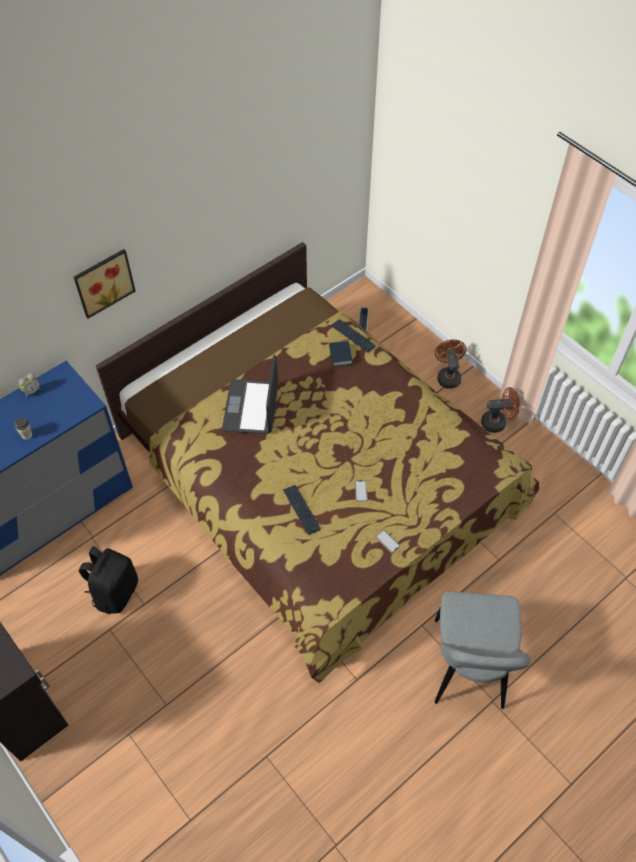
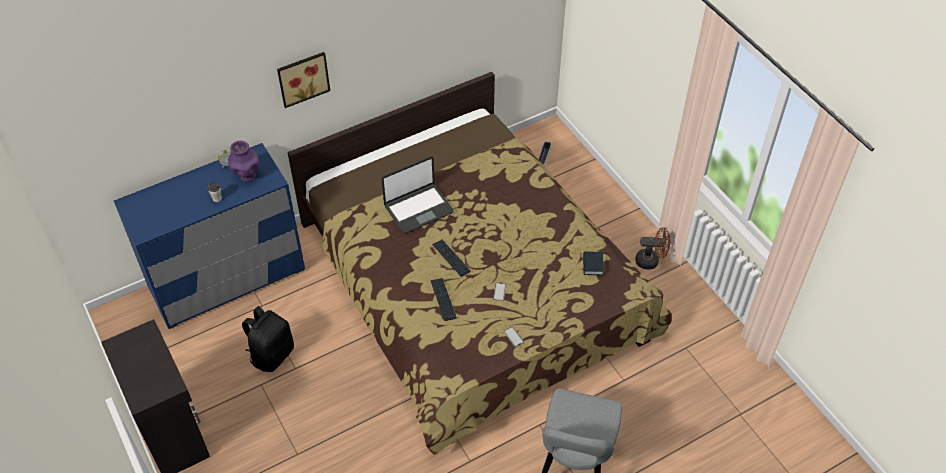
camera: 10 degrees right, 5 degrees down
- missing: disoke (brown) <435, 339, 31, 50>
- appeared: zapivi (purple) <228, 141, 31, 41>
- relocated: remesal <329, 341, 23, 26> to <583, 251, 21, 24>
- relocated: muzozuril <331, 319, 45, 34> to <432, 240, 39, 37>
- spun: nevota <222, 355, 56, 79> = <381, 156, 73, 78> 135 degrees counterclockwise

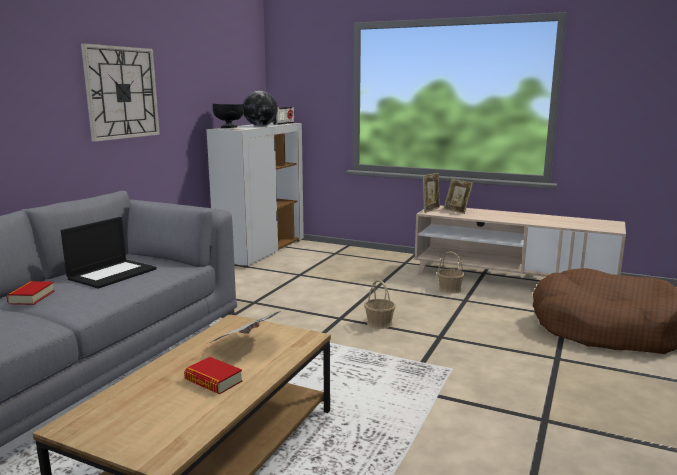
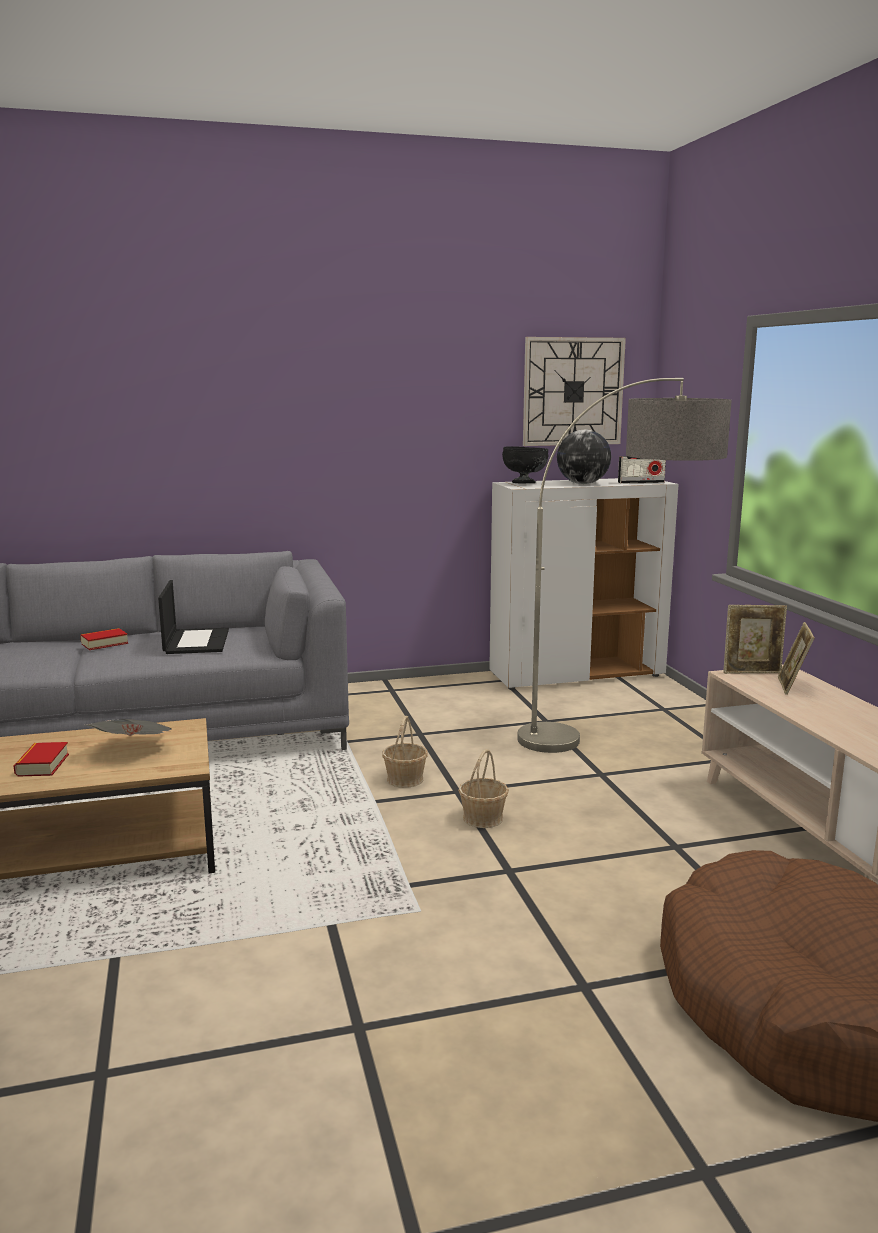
camera: 50 degrees right, 0 degrees up
- appeared: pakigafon <517, 378, 215, 375>
- relocated: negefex <81, 44, 79, 98> to <523, 337, 103, 109>
- relocated: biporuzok <437, 252, 28, 41> to <382, 716, 46, 72>
- spun: nevota <61, 217, 96, 72> = <158, 580, 71, 74> 90 degrees counterclockwise

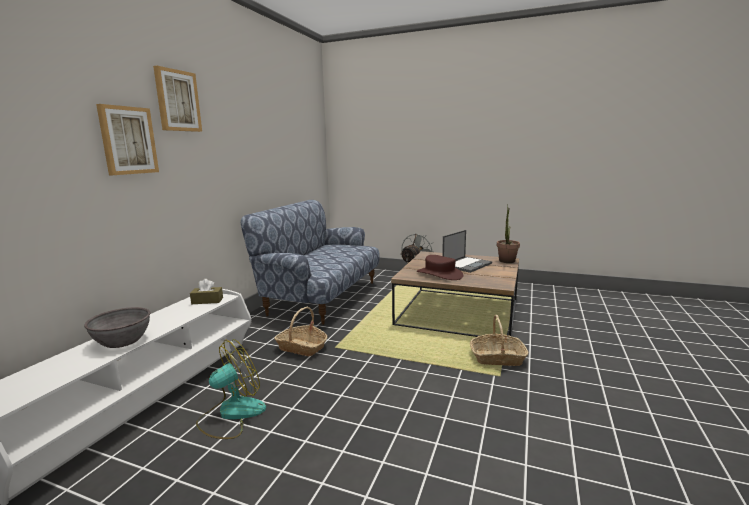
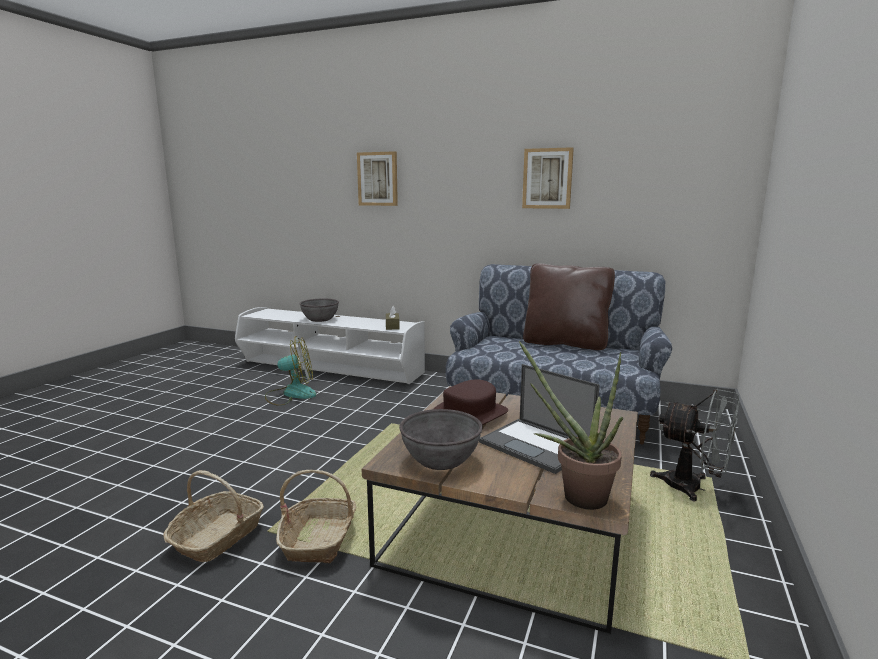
camera: 90 degrees right, 0 degrees up
- appeared: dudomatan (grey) <399, 409, 84, 61>
- appeared: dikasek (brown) <523, 263, 92, 87>
- relocated: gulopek <153, 66, 49, 66> to <522, 147, 52, 62>
- relocated: biporuzok <274, 307, 54, 50> to <163, 470, 101, 92>
- spun: disoke <196, 339, 70, 100> = <265, 336, 51, 70> 60 degrees counterclockwise

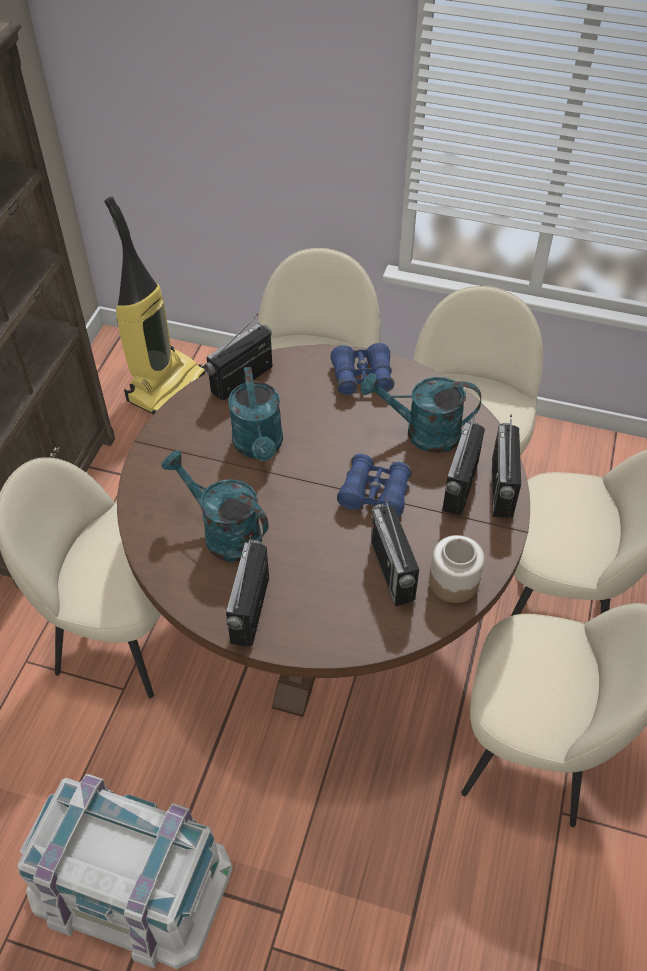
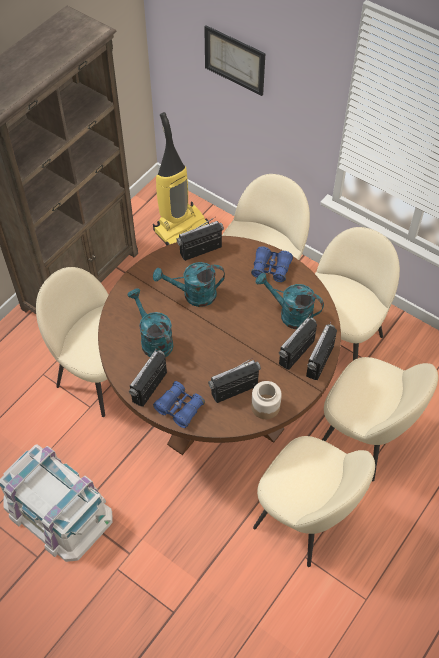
camera: 20 degrees right, 5 degrees up
- appeared: gulopek <204, 25, 61, 71>
- relocated: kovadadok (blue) <337, 454, 75, 63> to <153, 381, 52, 47>
- spun: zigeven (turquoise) <228, 367, 55, 94> = <153, 262, 72, 45> 75 degrees clockwise
- spun: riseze <371, 497, 48, 109> = <208, 358, 53, 45> 60 degrees clockwise

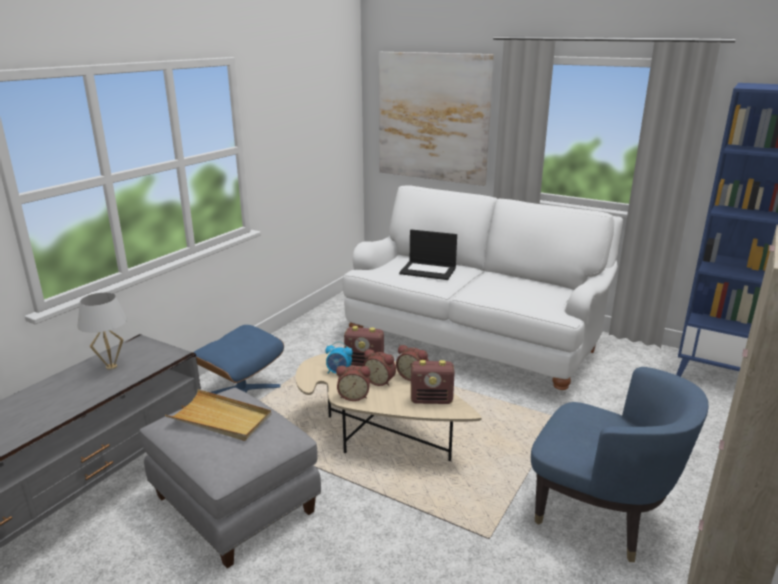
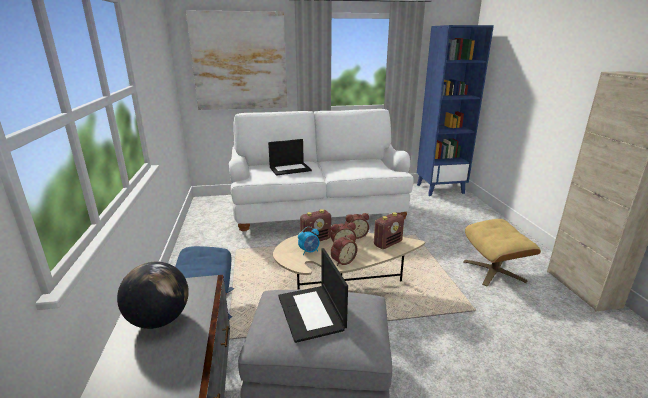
camera: 40 degrees left, 0 degrees up
- exchanged: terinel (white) <77, 293, 50, 77> to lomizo <117, 262, 72, 67>
- exchanged: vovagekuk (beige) <165, 389, 106, 52> to nevota <278, 248, 70, 95>
- exchanged: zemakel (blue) <531, 367, 178, 195> to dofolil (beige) <463, 219, 78, 68>

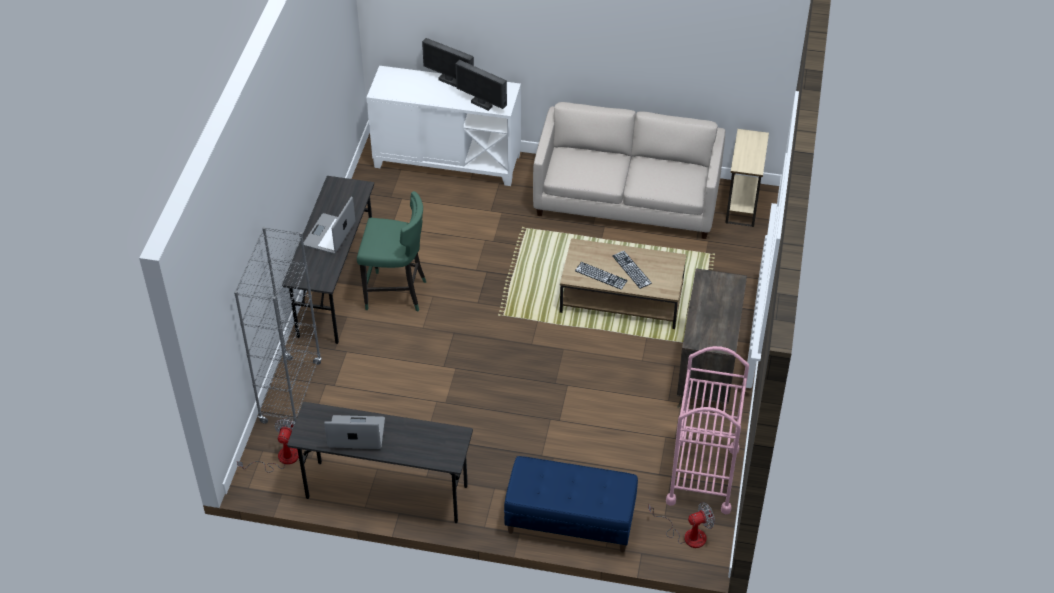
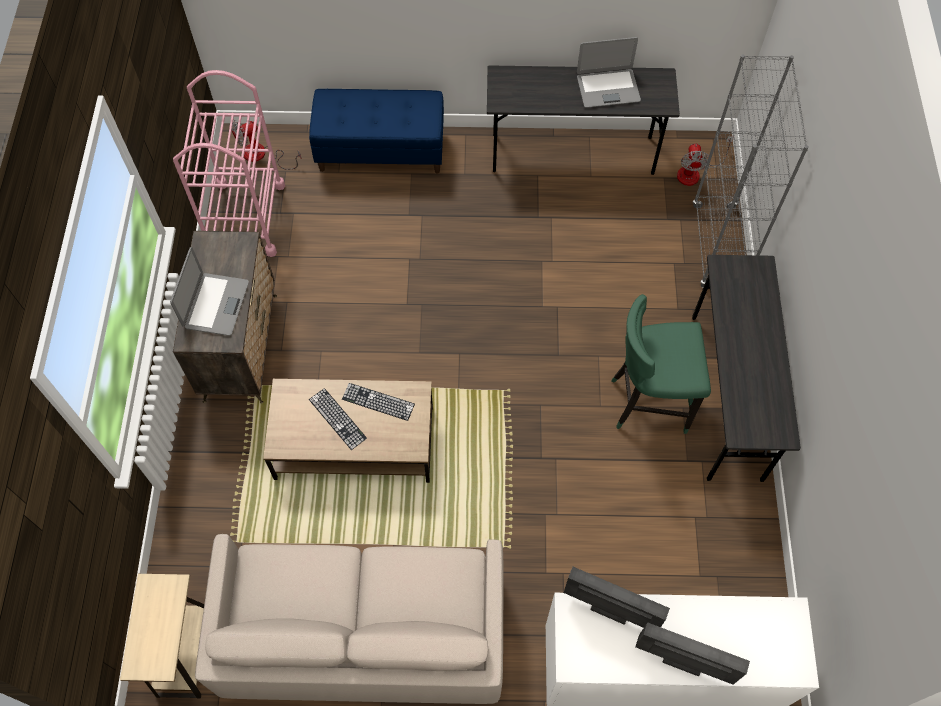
camera: 170 degrees right, 15 degrees up
- relocated: nevota <304, 196, 51, 58> to <170, 247, 79, 89>

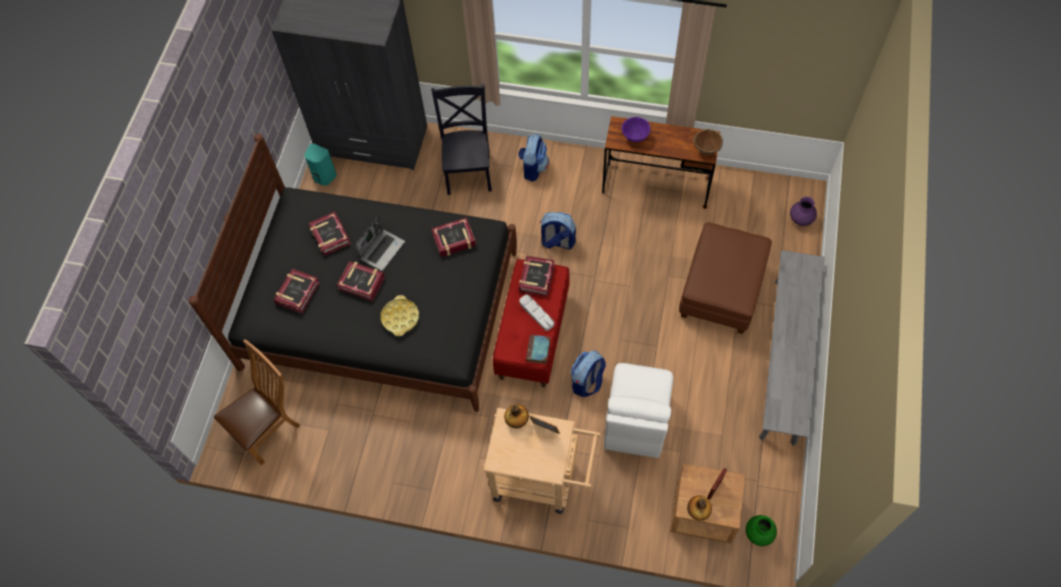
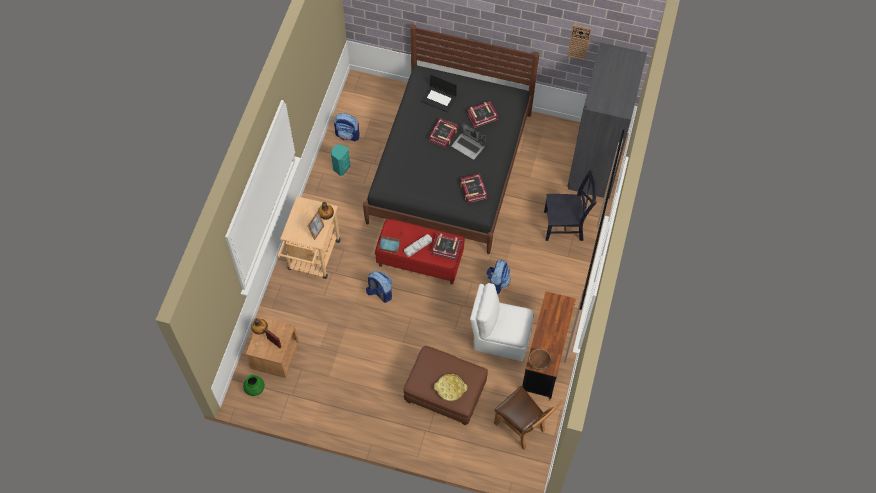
camera: 90 degrees right, 0 degrees up
- missing: dudomatan (purple) <621, 117, 30, 25>
- missing: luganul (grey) <759, 250, 65, 196>
- missing: zapivi (purple) <790, 197, 27, 29>
- appeared: negefex <568, 24, 24, 36>
- relocated: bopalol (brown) <214, 339, 86, 127> to <494, 386, 68, 64>
- relocated: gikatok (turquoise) <304, 143, 33, 43> to <331, 144, 19, 32>
- relocated: vovagekuk (yellow) <381, 295, 38, 41> to <434, 374, 33, 27>
- relocated: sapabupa <518, 134, 31, 48> to <334, 113, 26, 28>
- relocated: bopalol (white) <604, 363, 69, 95> to <470, 283, 63, 78>
- exchanged: remesal <274, 268, 46, 45> to nevota <421, 74, 36, 38>

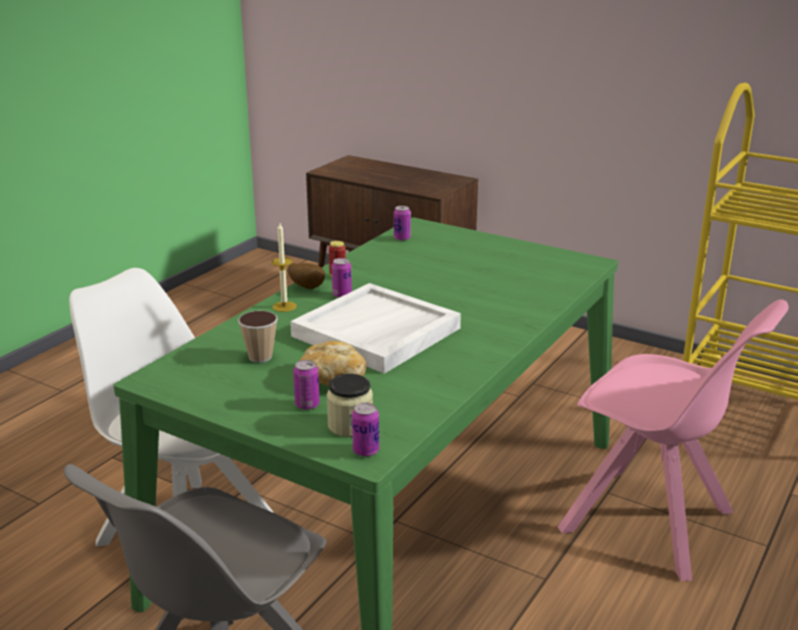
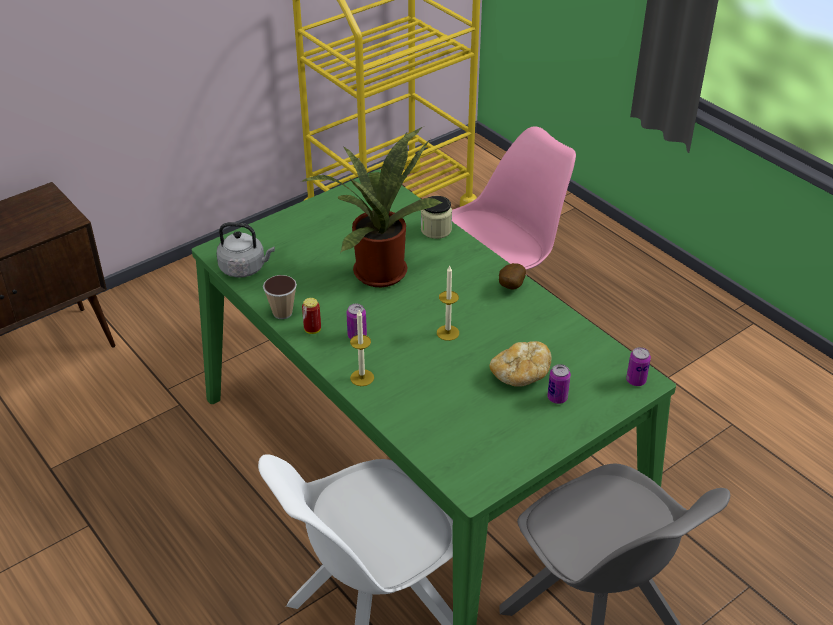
camera: 70 degrees left, 15 degrees up
- appeared: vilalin <303, 127, 141, 160>
- relocated: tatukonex <238, 311, 40, 52> to <263, 275, 34, 44>
- relocated: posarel <288, 263, 37, 26> to <499, 263, 27, 26>
- relocated: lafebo <326, 374, 47, 63> to <421, 196, 31, 43>
- exchanged: vovagekuk (white) <290, 283, 171, 91> to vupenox <437, 266, 22, 75>
- exchanged: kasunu <394, 206, 17, 35> to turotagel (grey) <216, 222, 59, 56>

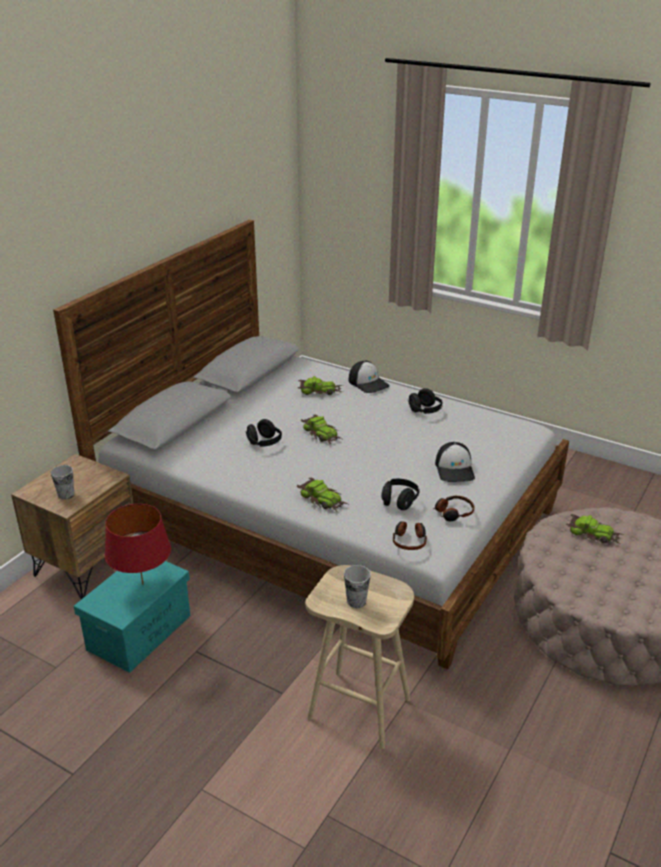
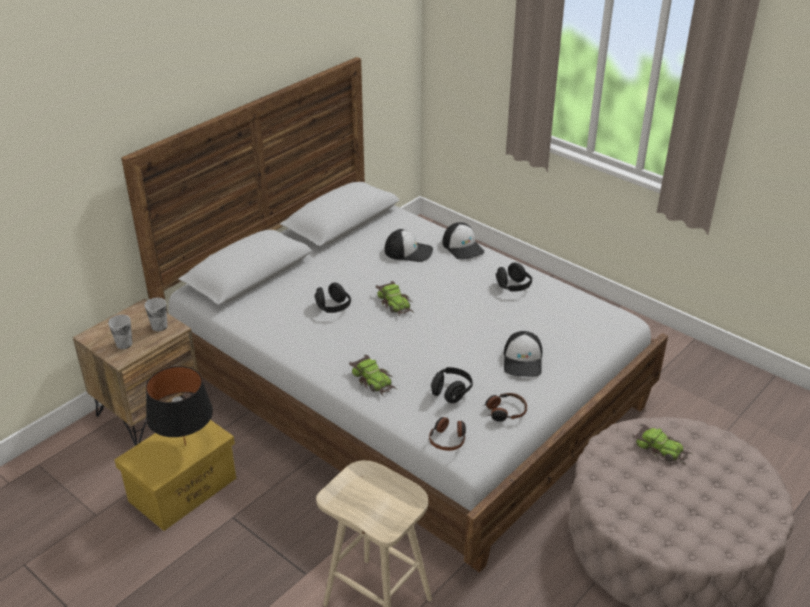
camera: 10 degrees right, 5 degrees up
- relocated: tatukonex <344, 565, 27, 43> to <144, 298, 23, 33>
- exchanged: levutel <298, 376, 45, 19> to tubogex <385, 229, 48, 33>
- colour: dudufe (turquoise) <74, 561, 116, 112> to dudufe (yellow) <115, 420, 121, 111>
- colour: terinel (red) <105, 504, 66, 81> to terinel (black) <146, 366, 67, 80>

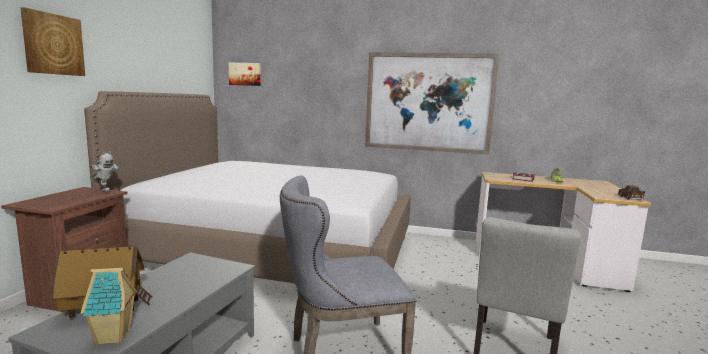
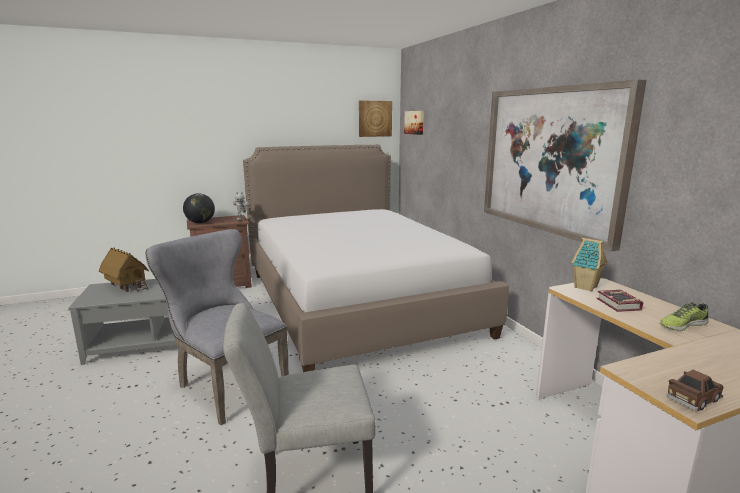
camera: 55 degrees right, 5 degrees up
- appeared: lomizo <183, 193, 32, 30>
- relocated: gulopek <21, 7, 64, 69> to <359, 101, 33, 36>
- relocated: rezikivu <81, 267, 56, 78> to <572, 238, 35, 54>

